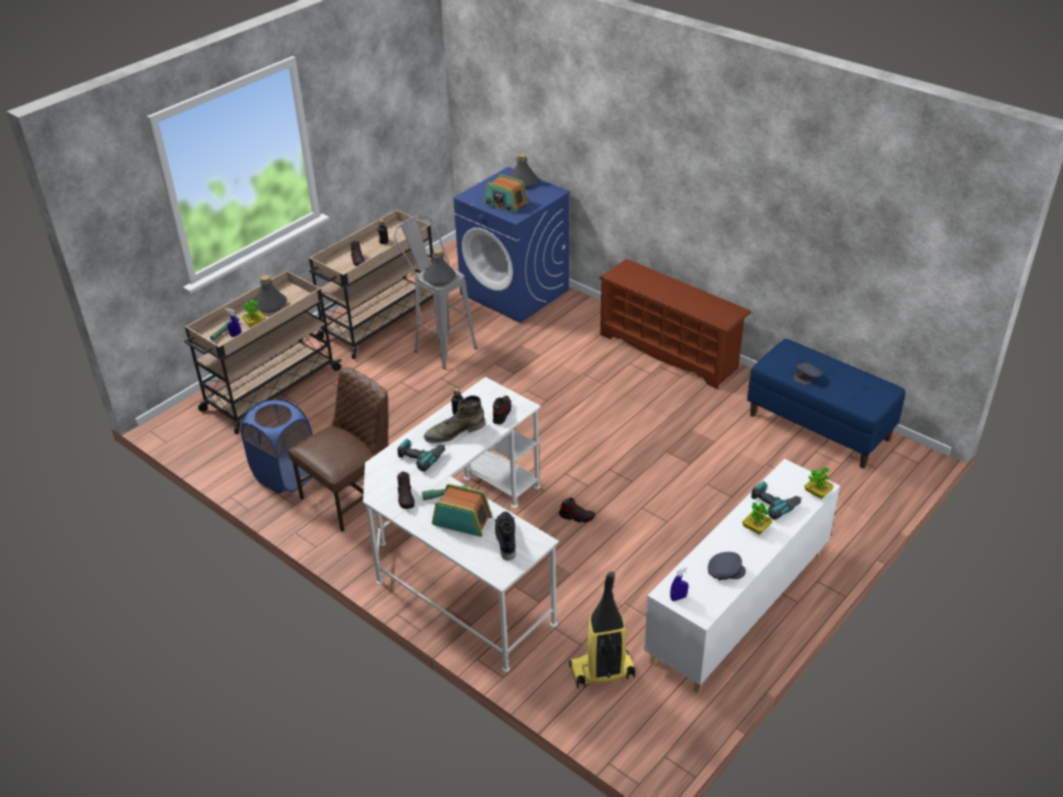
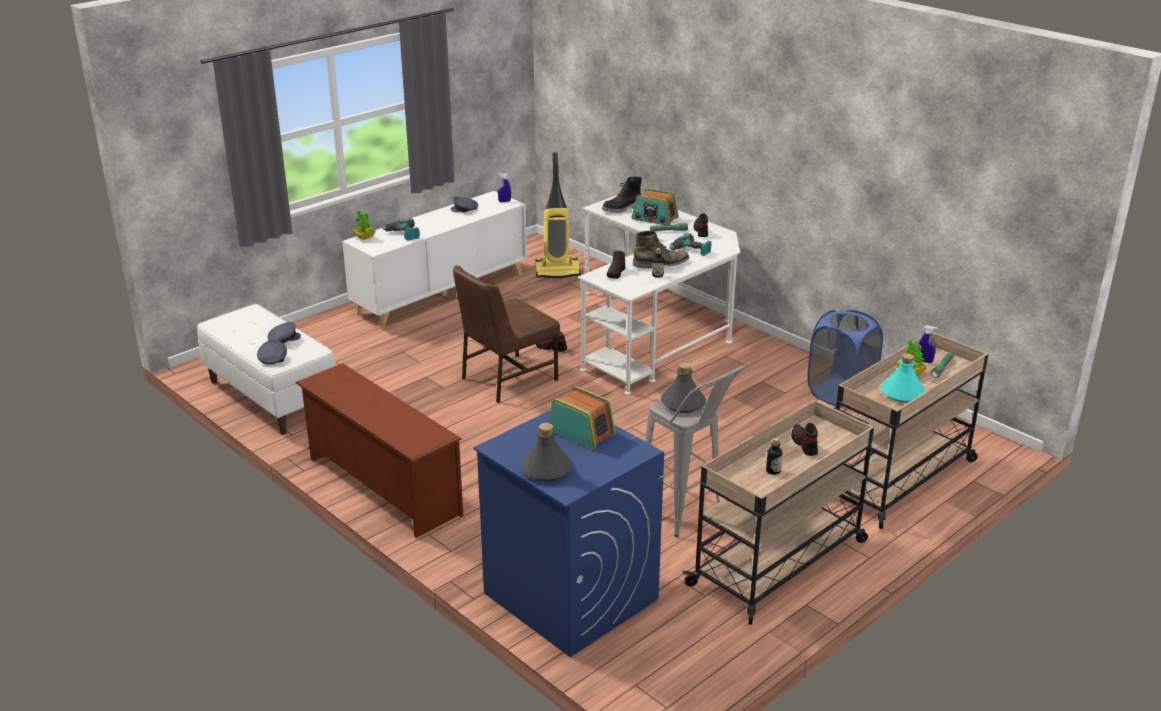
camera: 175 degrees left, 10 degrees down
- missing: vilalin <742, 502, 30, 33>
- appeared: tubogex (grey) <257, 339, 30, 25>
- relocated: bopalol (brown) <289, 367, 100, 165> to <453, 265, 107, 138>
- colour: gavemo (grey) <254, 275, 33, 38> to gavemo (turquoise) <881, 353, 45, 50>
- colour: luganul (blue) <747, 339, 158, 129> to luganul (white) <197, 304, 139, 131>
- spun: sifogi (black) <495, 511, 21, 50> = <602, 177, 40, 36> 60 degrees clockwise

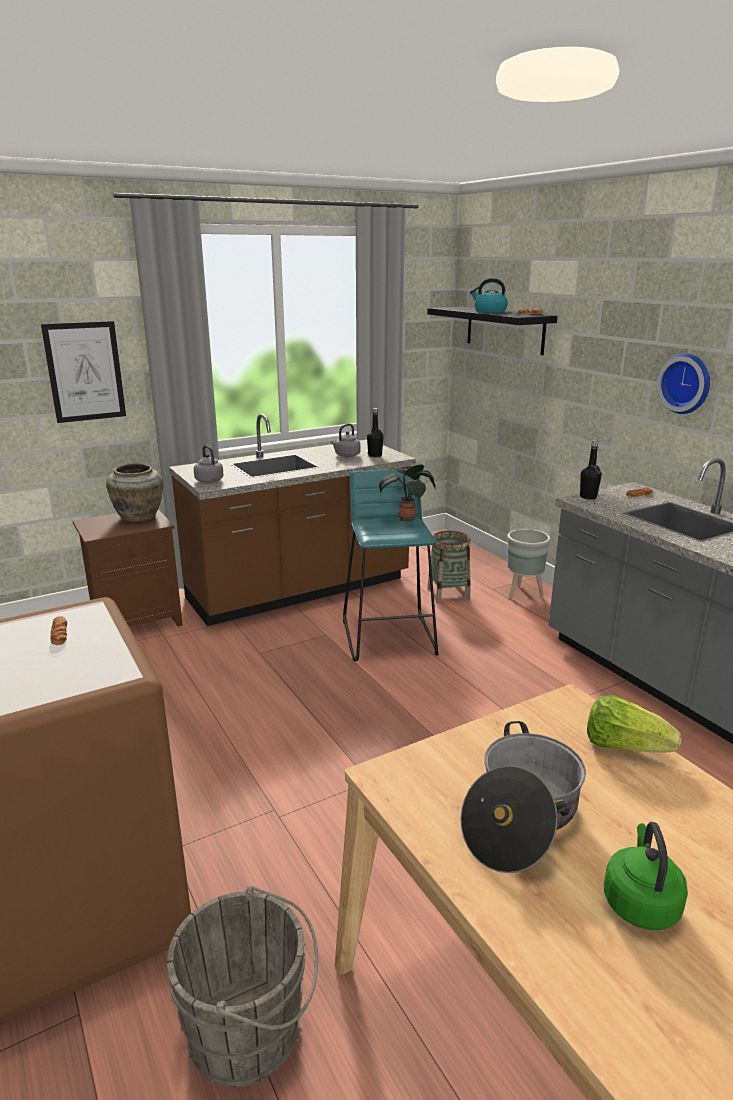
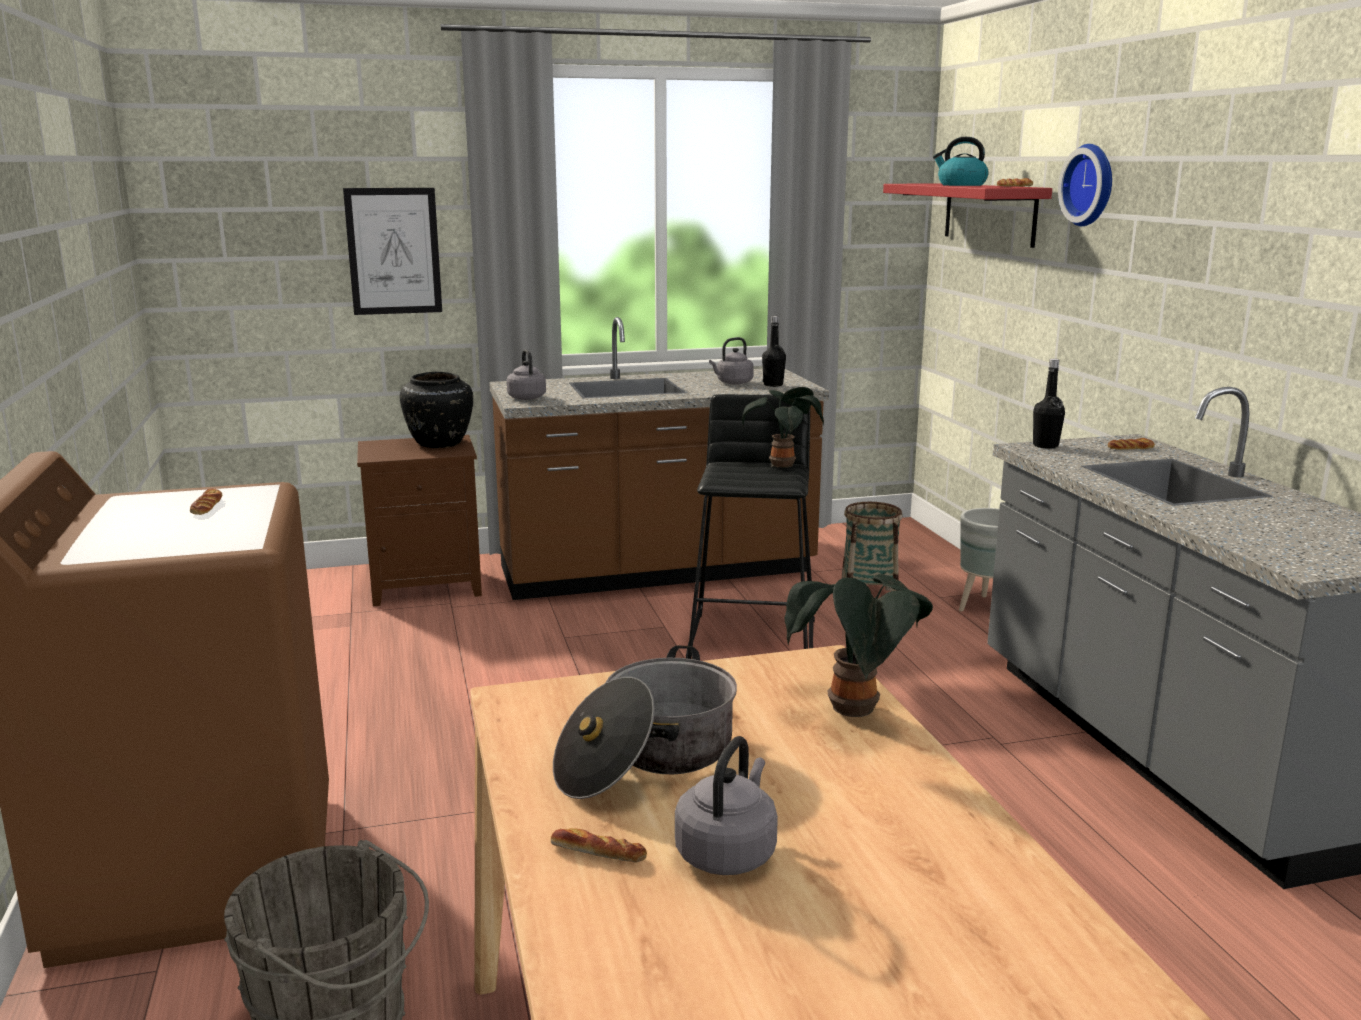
camera: 15 degrees right, 5 degrees down
- appeared: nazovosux <551, 828, 96, 35>
- relocated: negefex <657, 353, 53, 61> to <1058, 144, 54, 82>
- exchanged: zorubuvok <587, 695, 94, 57> to vilalin <785, 574, 148, 143>
- colour: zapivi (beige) <106, 463, 57, 59> to zapivi (black) <400, 372, 73, 76>
- colour: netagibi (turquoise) <343, 469, 96, 193> to netagibi (black) <686, 394, 129, 265>
- colour: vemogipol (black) <427, 307, 131, 48> to vemogipol (red) <883, 183, 169, 65>
- colour: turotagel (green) <604, 822, 84, 108> to turotagel (grey) <675, 736, 103, 139>

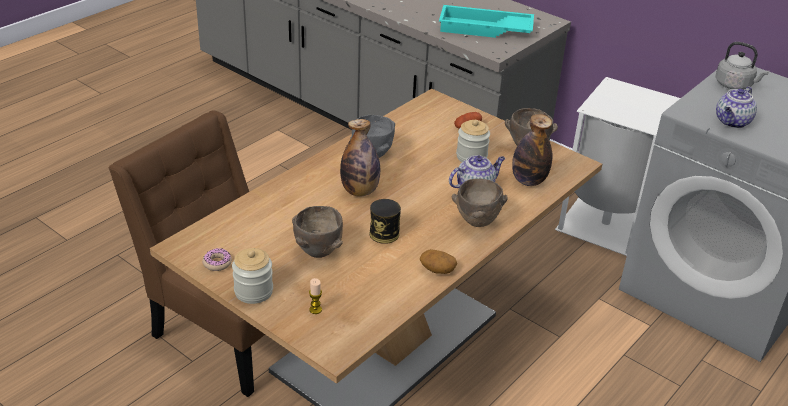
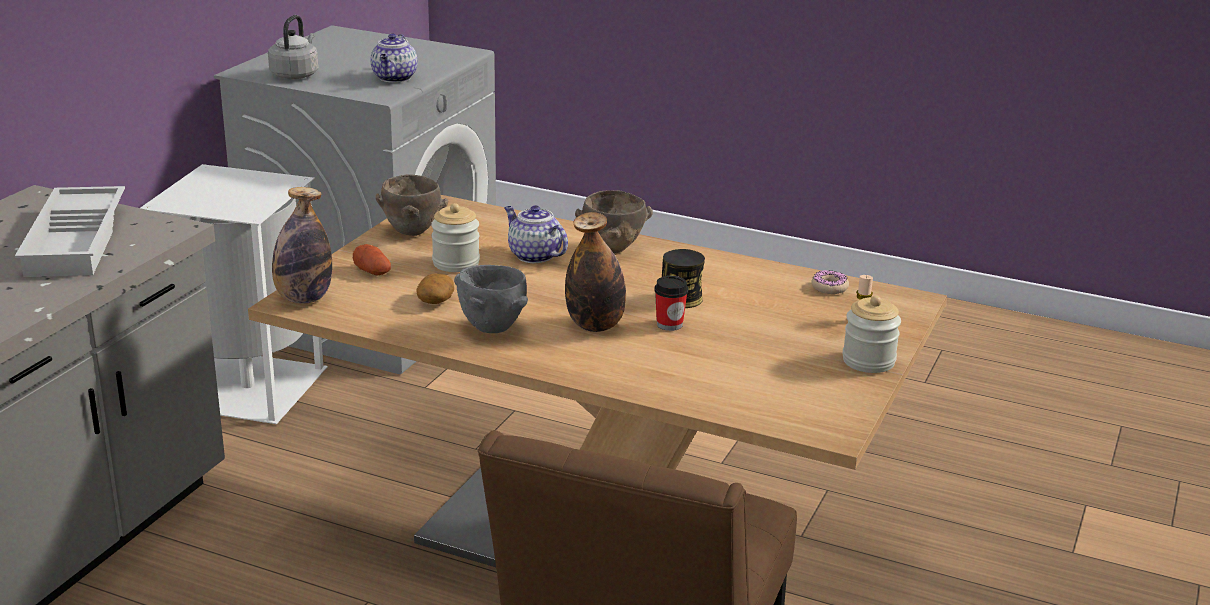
camera: 105 degrees left, 10 degrees down
- missing: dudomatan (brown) <292, 206, 51, 52>
- appeared: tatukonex <654, 276, 34, 55>
- relocated: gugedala <202, 248, 30, 23> to <811, 270, 38, 24>
- relocated: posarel <420, 249, 37, 25> to <417, 274, 37, 30>
- relocated: gavemo <512, 114, 40, 72> to <272, 187, 60, 117>
- colour: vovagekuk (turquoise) <439, 5, 95, 33> to vovagekuk (white) <15, 186, 110, 91>
- spun: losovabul <716, 86, 41, 42> = <370, 33, 48, 50> 75 degrees clockwise

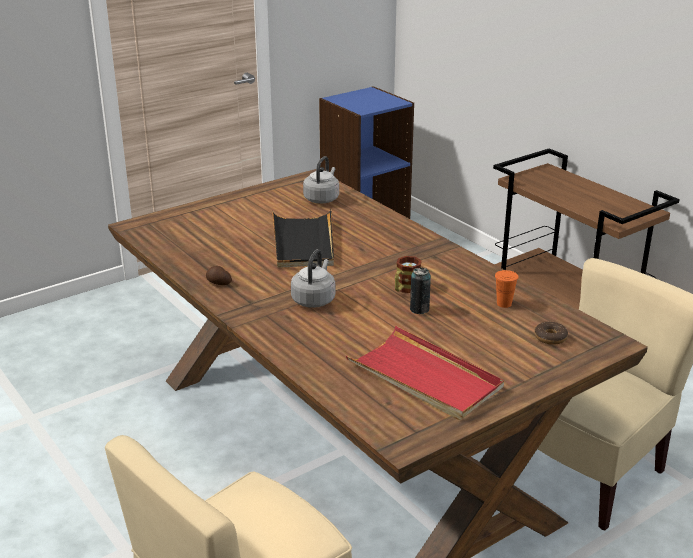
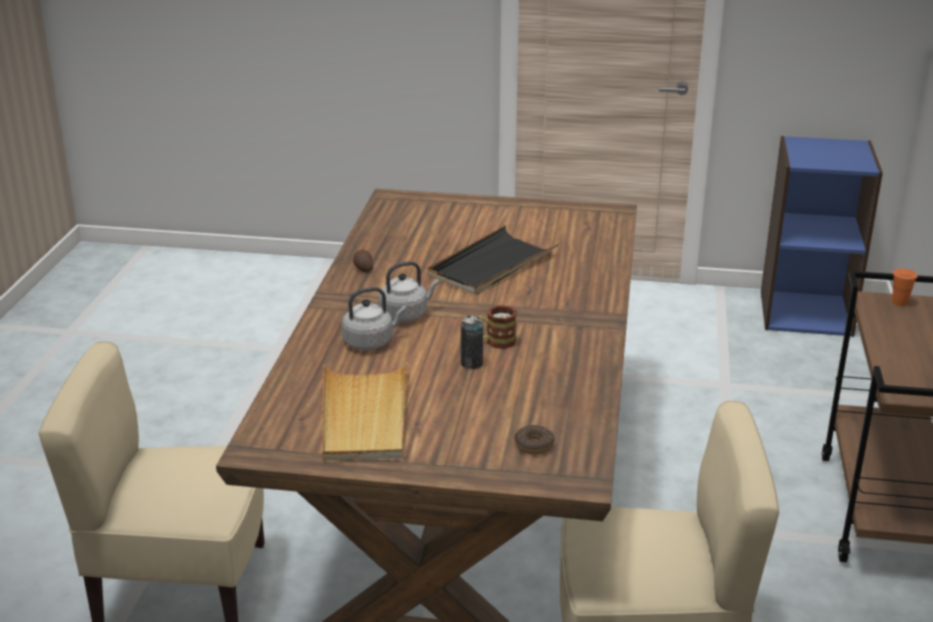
camera: 45 degrees right, 0 degrees up
- relocated: turotagel (grey) <303, 156, 36, 48> to <342, 287, 64, 63>
- relocated: tatukonex (orange) <495, 270, 24, 38> to <892, 269, 26, 37>
- colour: vovagekuk (red) <346, 326, 158, 94> to vovagekuk (beige) <322, 362, 85, 99>

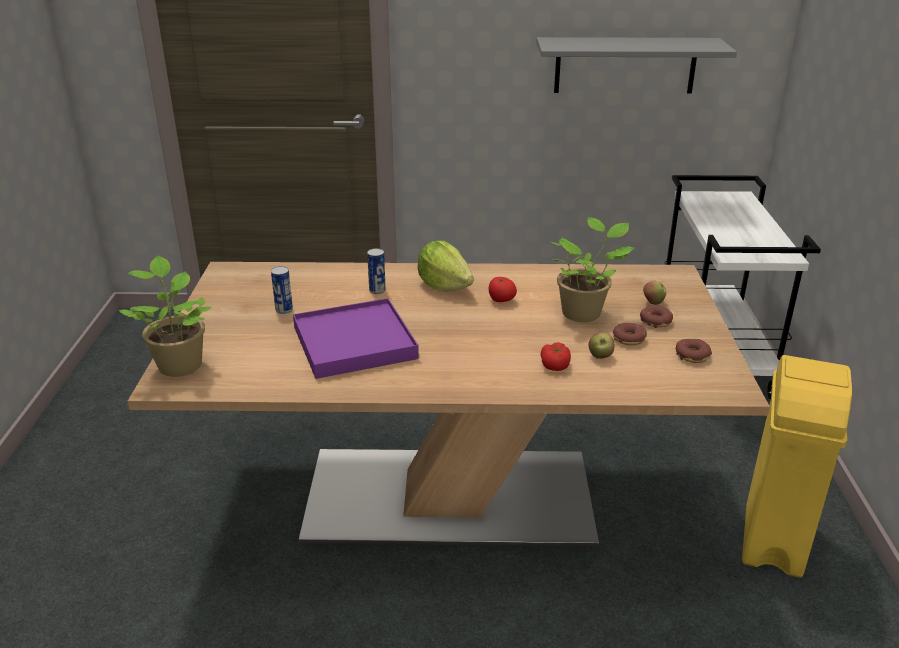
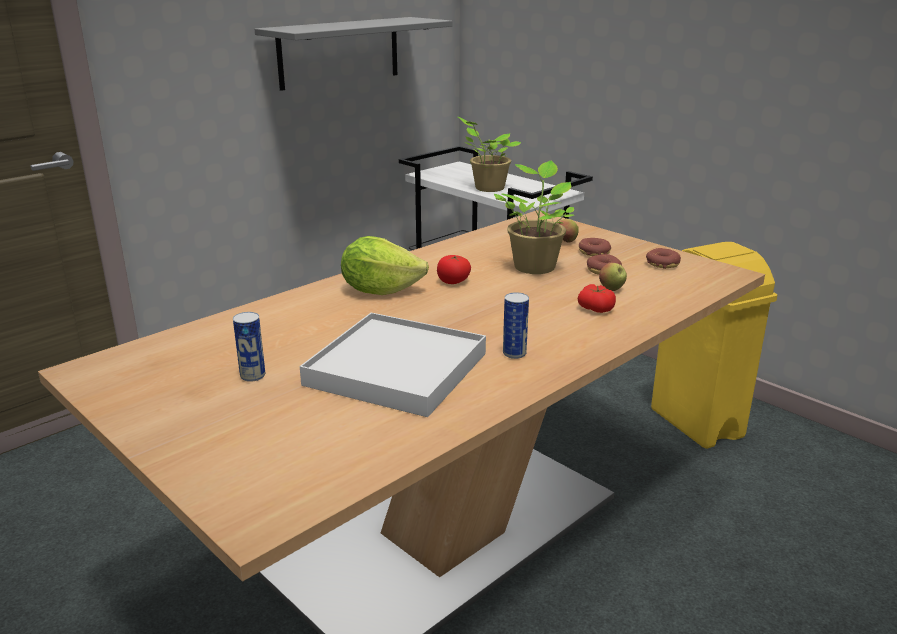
camera: 45 degrees left, 5 degrees down
- relocated: vilalin <119, 256, 92, 121> to <458, 117, 63, 75>
- relocated: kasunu <367, 248, 19, 46> to <503, 292, 26, 67>
- colour: vovagekuk (purple) <293, 298, 126, 81> to vovagekuk (white) <300, 312, 186, 105>

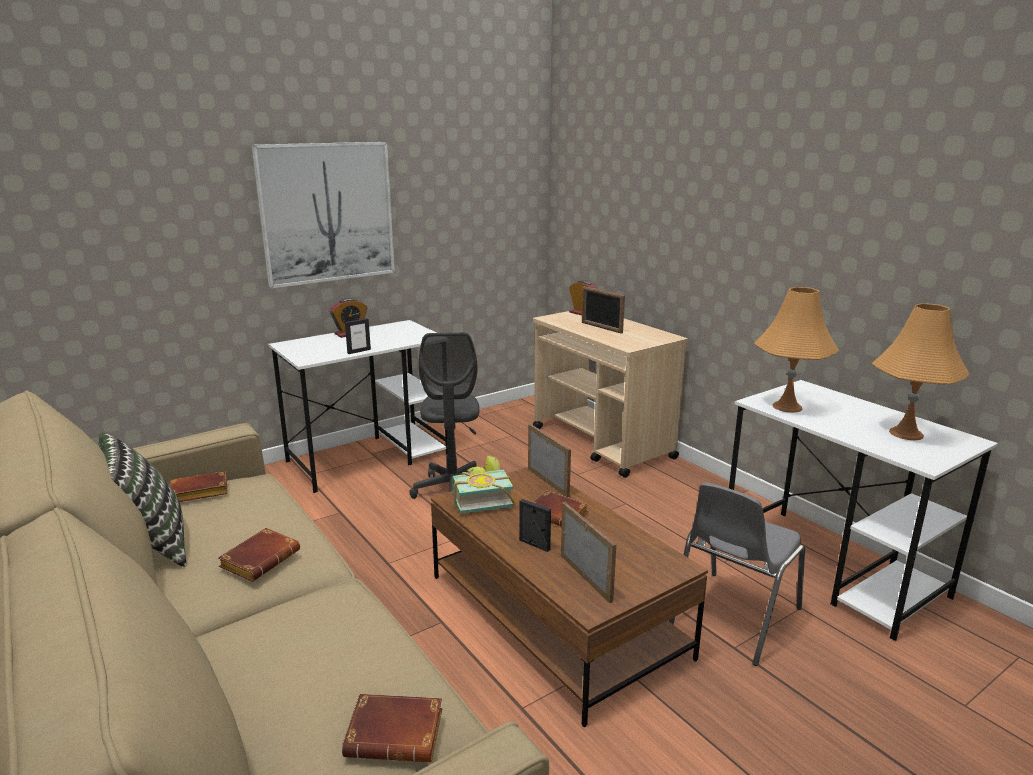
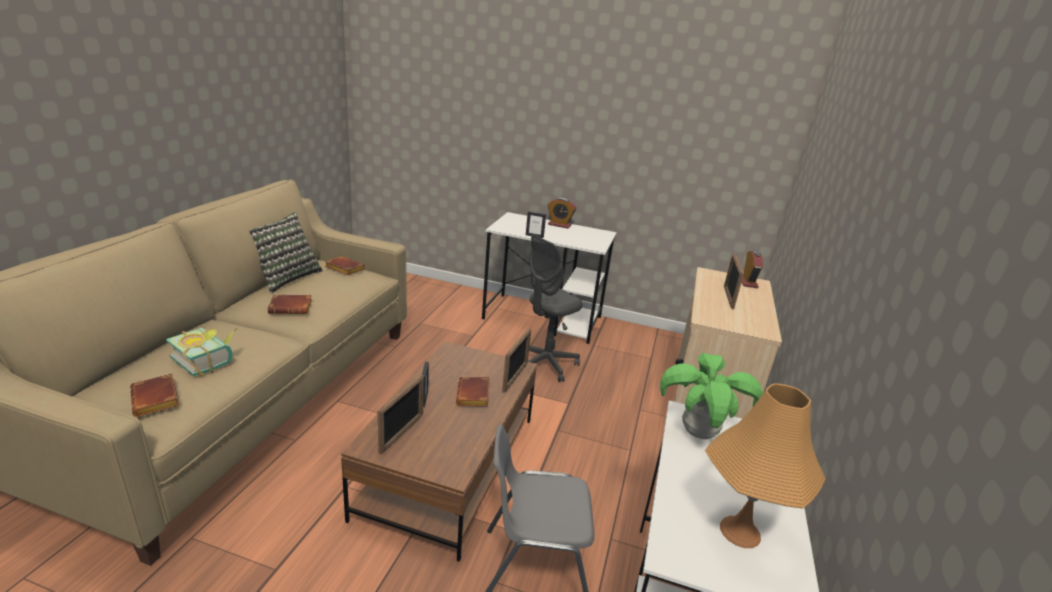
camera: 50 degrees right, 5 degrees up
- missing: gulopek <251, 142, 144, 147>
- relocated: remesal <452, 456, 62, 58> to <166, 328, 70, 49>
- exchanged: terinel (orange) <754, 287, 85, 126> to vilalin <660, 353, 103, 86>

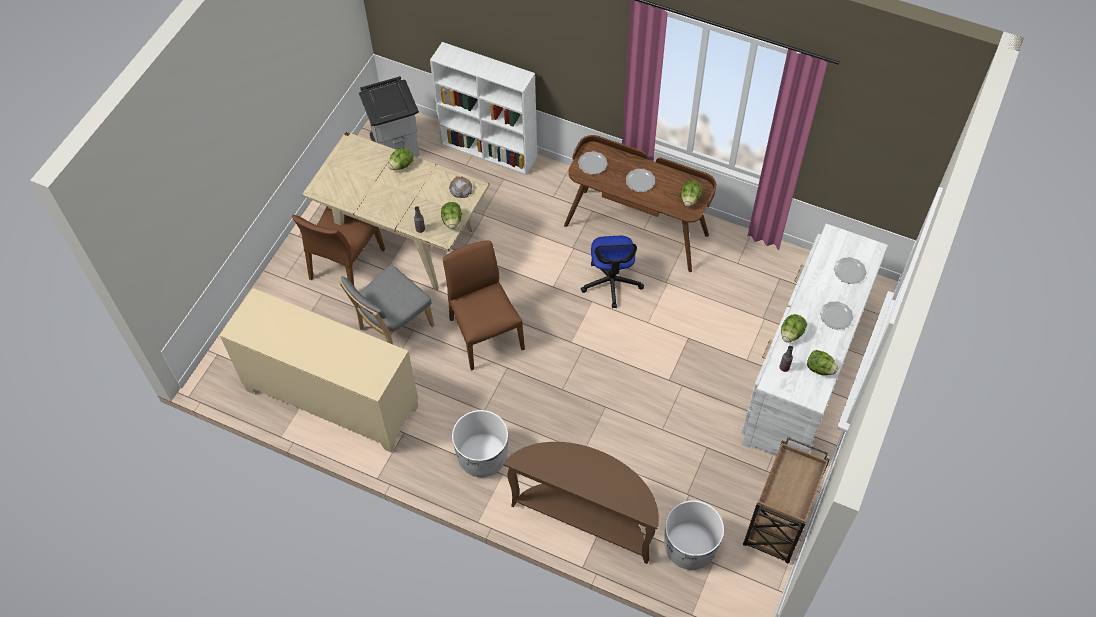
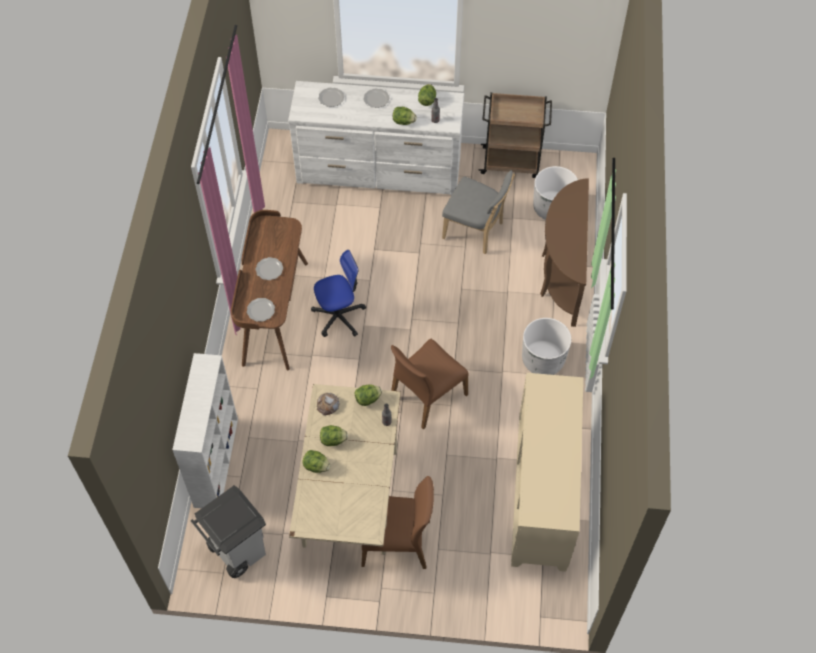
camera: 110 degrees left, 0 degrees up
- relocated: bopalol (grey) <339, 265, 95, 79> to <442, 170, 73, 84>
- relocated: zorubuvok <681, 180, 21, 27> to <320, 425, 28, 21>

